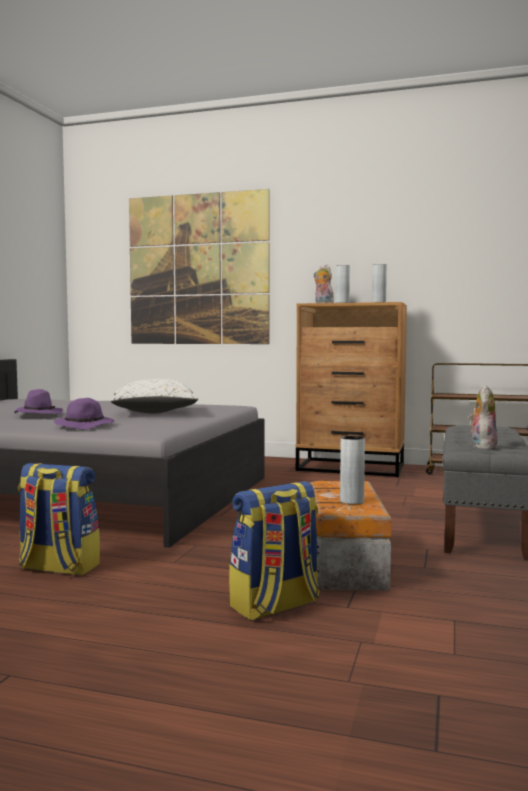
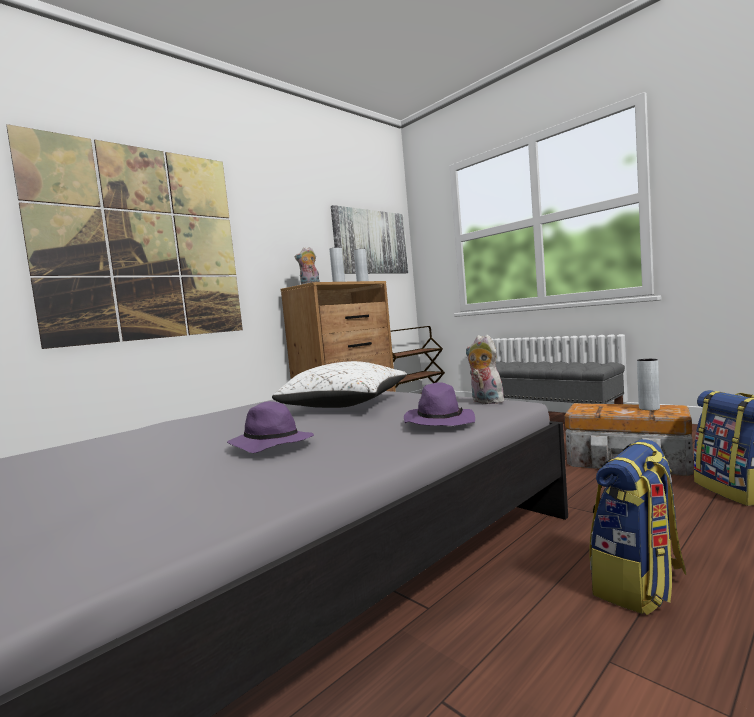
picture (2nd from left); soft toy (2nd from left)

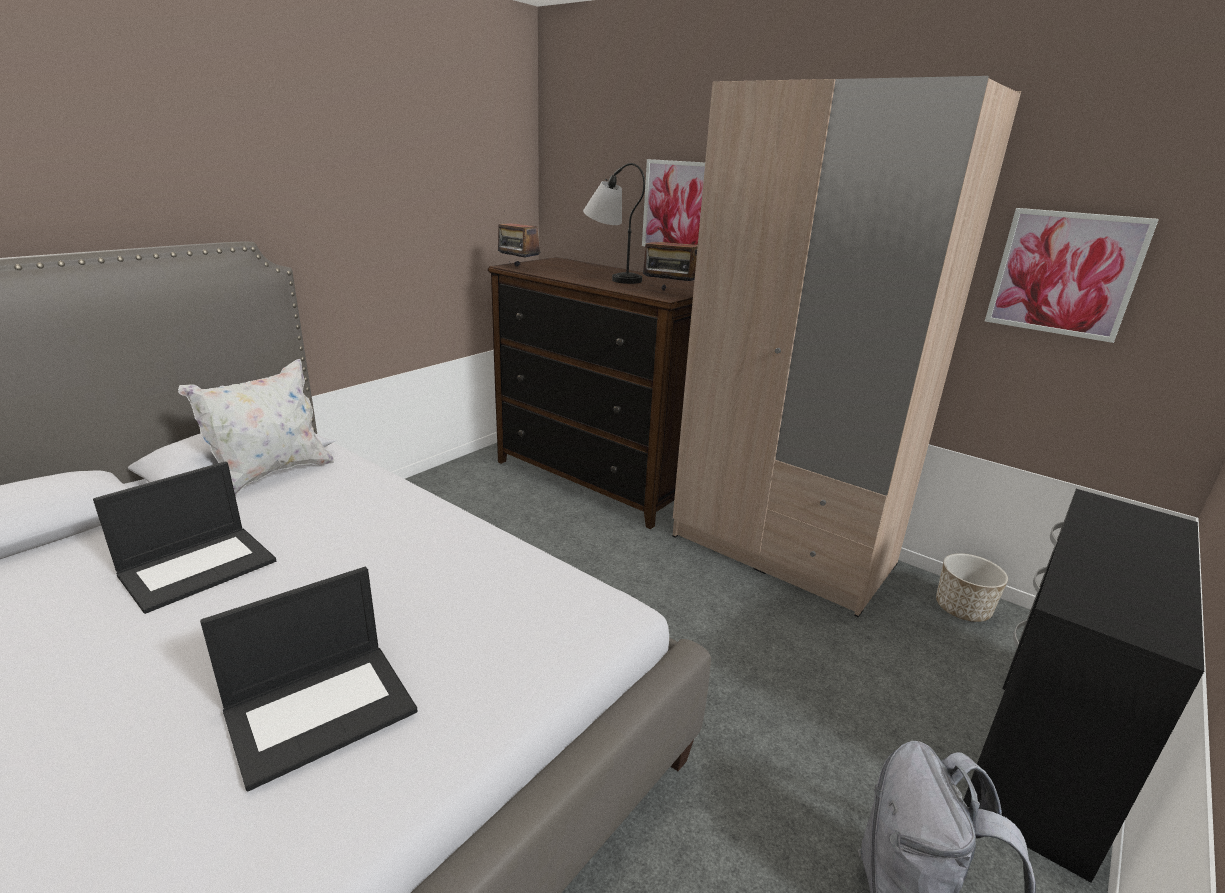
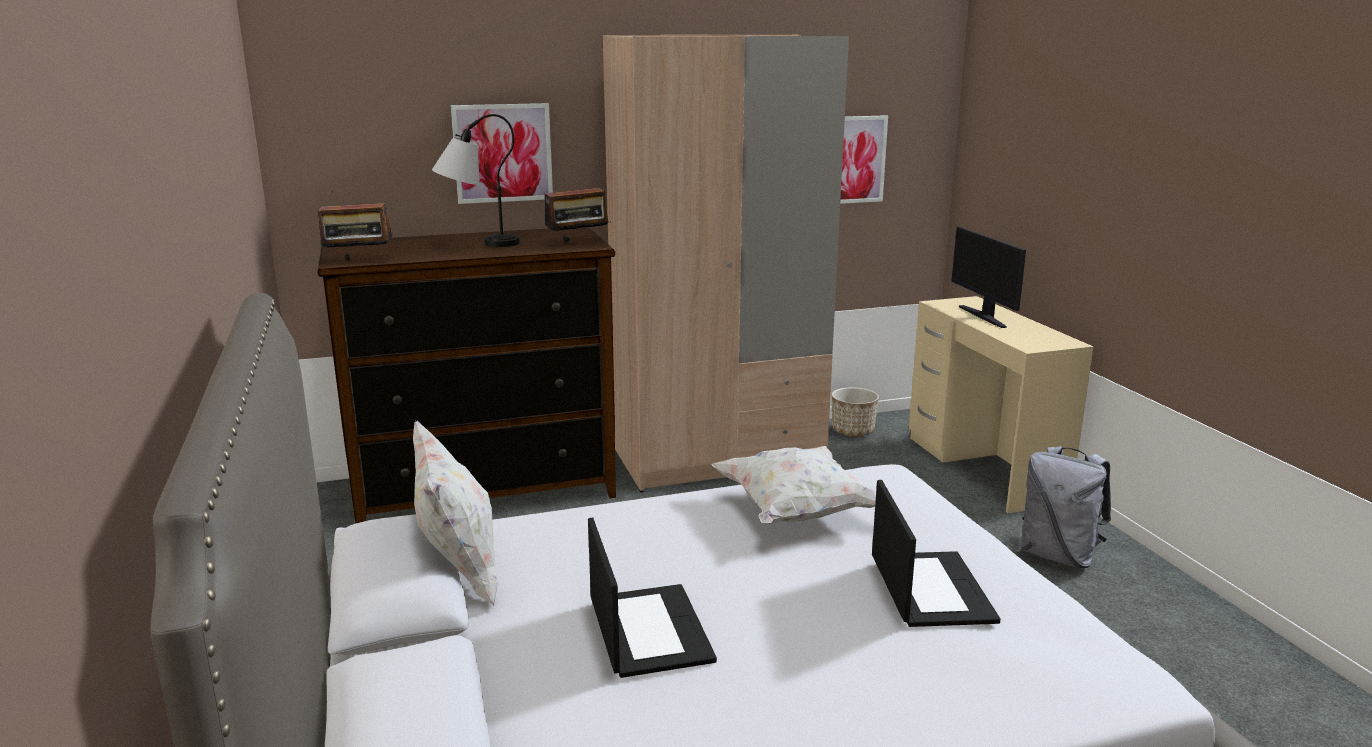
pillow/white (2nd from left); desk unit/beige; computer screen

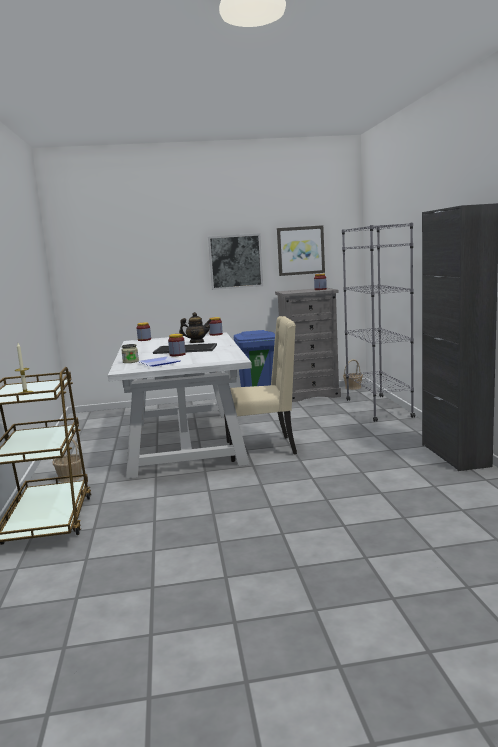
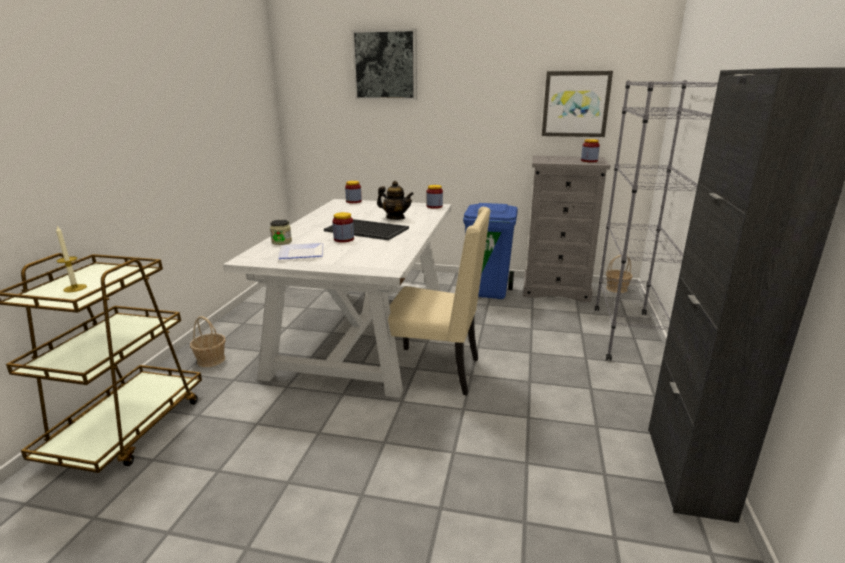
picture (1st from left)

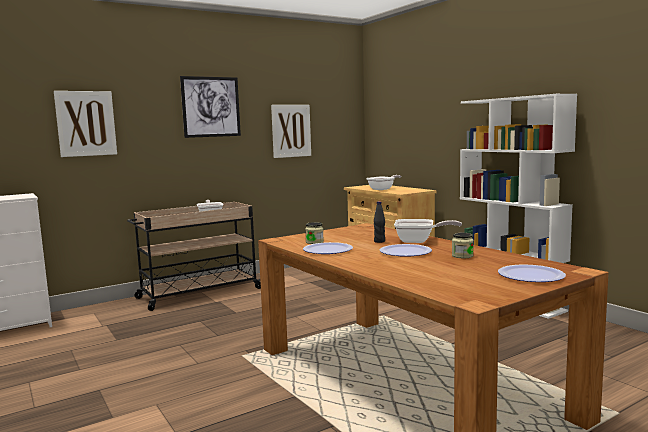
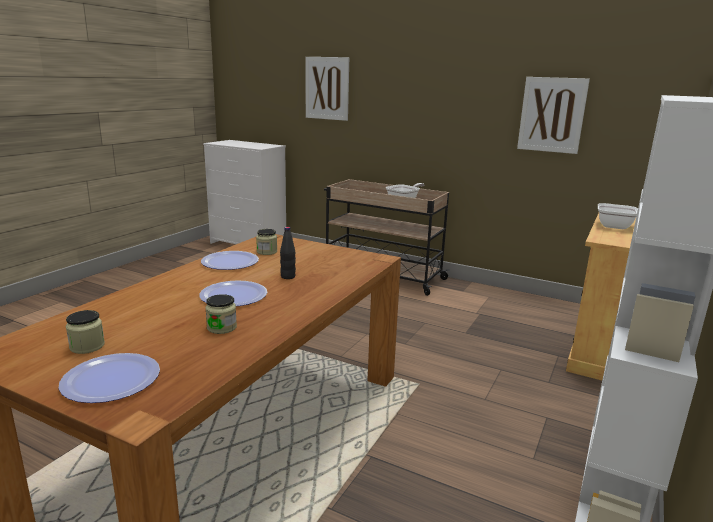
storage jar (1st from left); picture (2nd from left in the first image); frying pan (3rd from left in the first image)

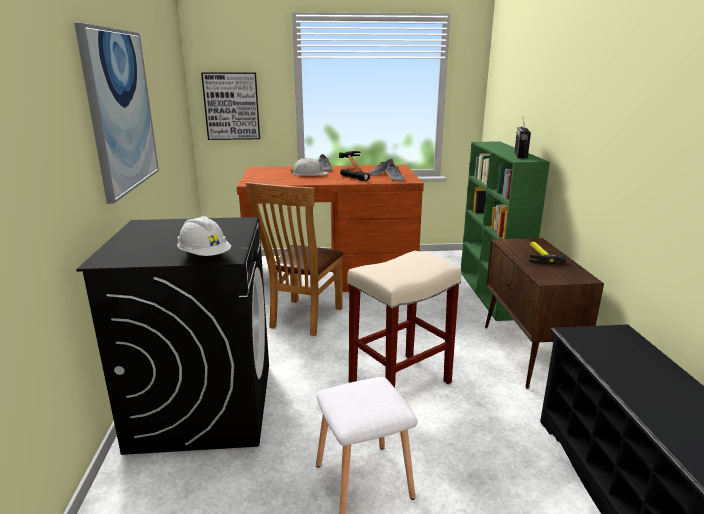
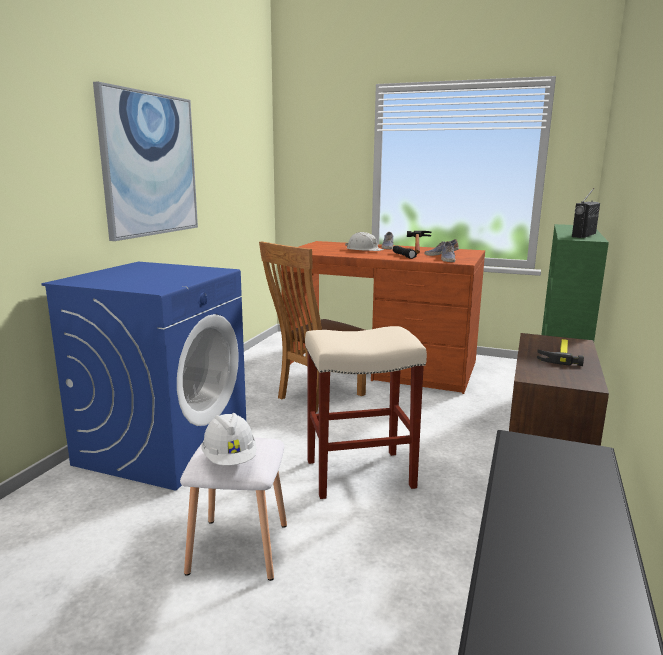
washing machine/blue; safety helmet/white (1st from left); picture (2nd from left in the first image)

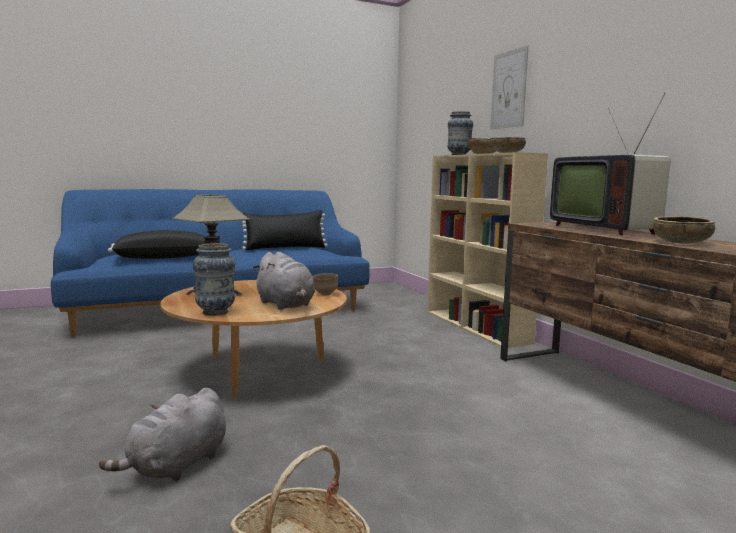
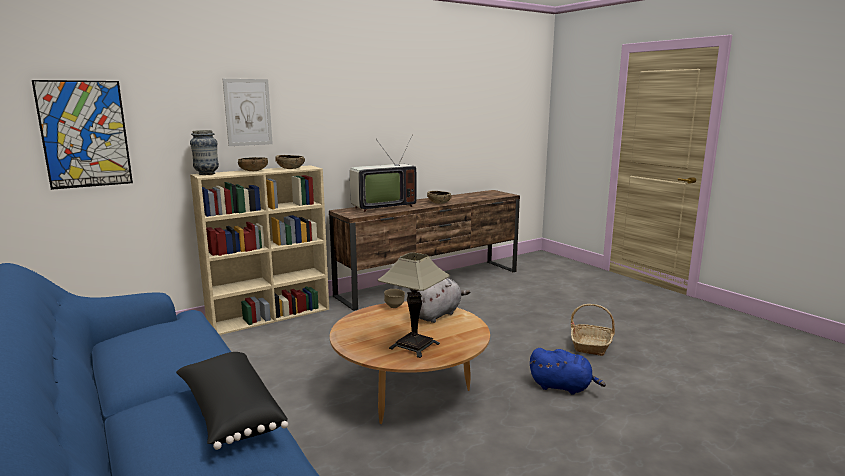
picture (1st from left); soft toy/blue; flower vase (1st from left in the first image); pillow/black-coloured (2nd from left in the first image)

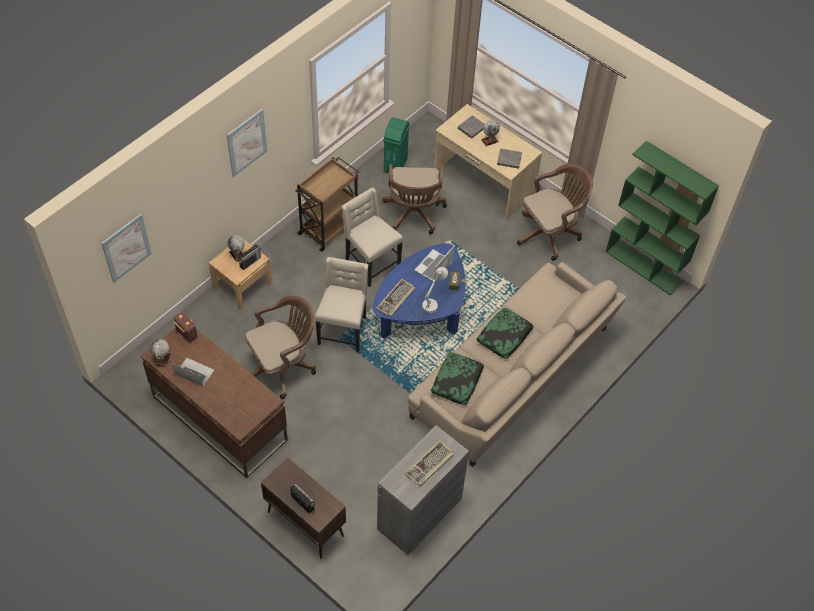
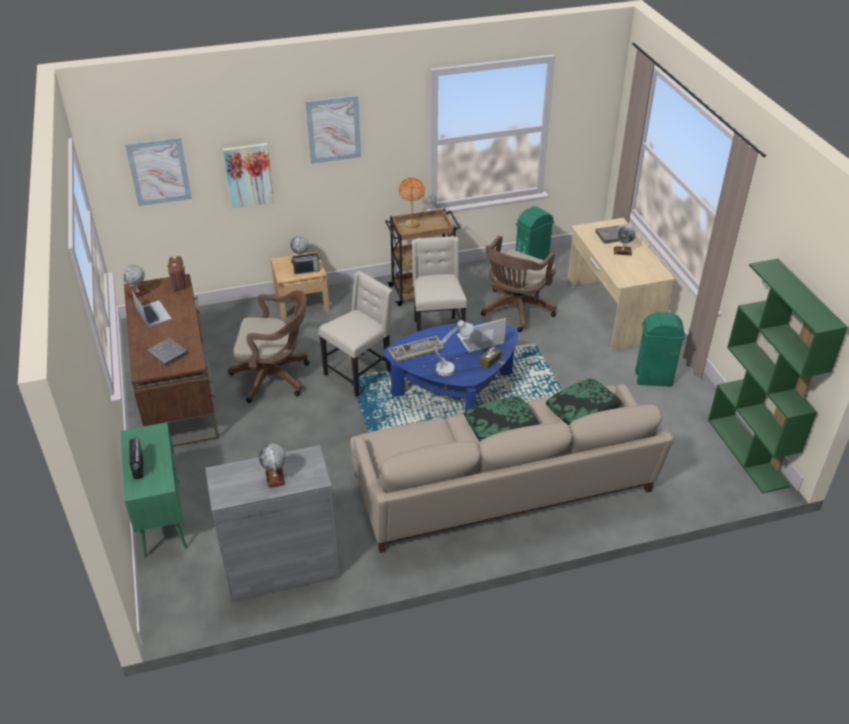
cabinet/green; volume/grey (1st from left); picture (2nd from left); desk globe (2nd from left); lamp for a table/orangey; pillow (2nd from left); rubbish bin/green (2nd from left)

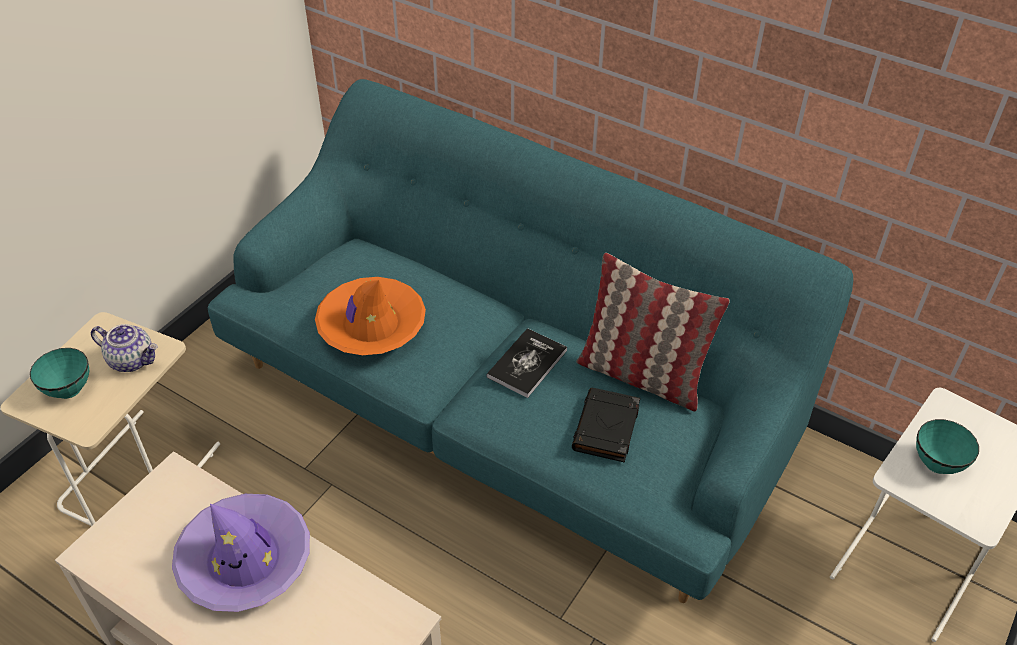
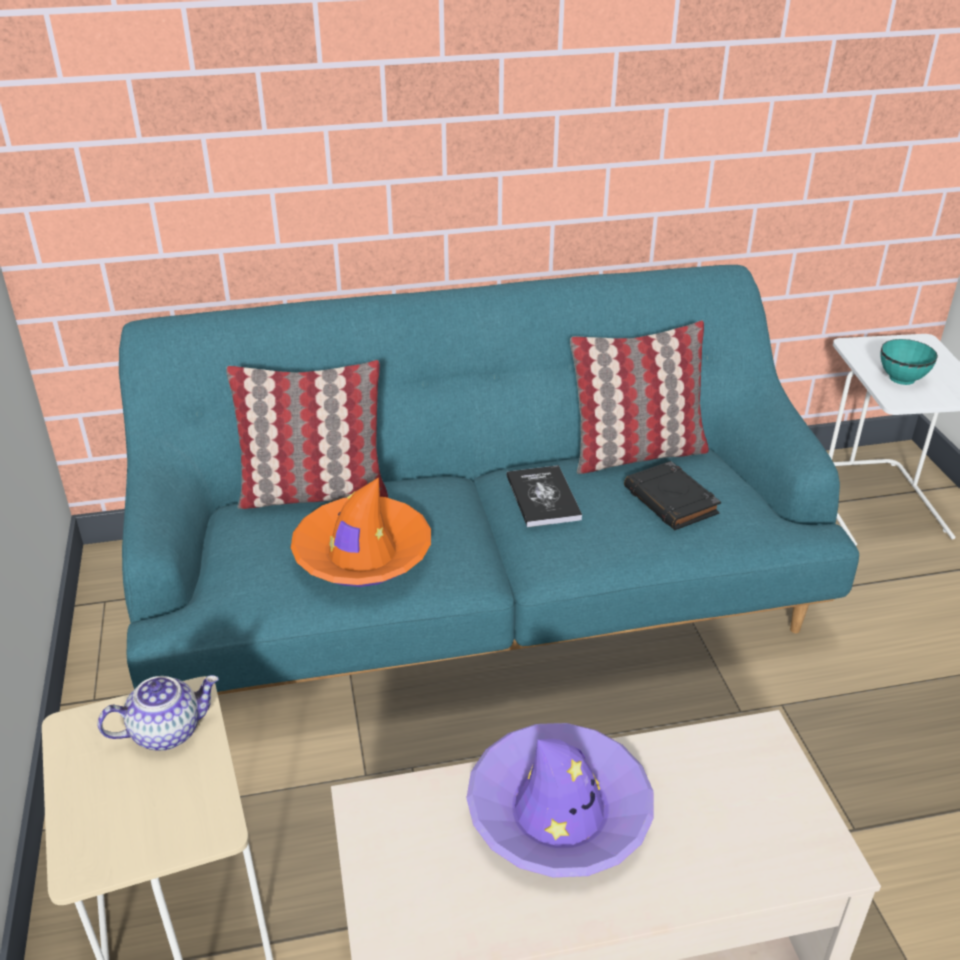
pillow (1st from left); deep dish/blue-green (1st from left in the first image)

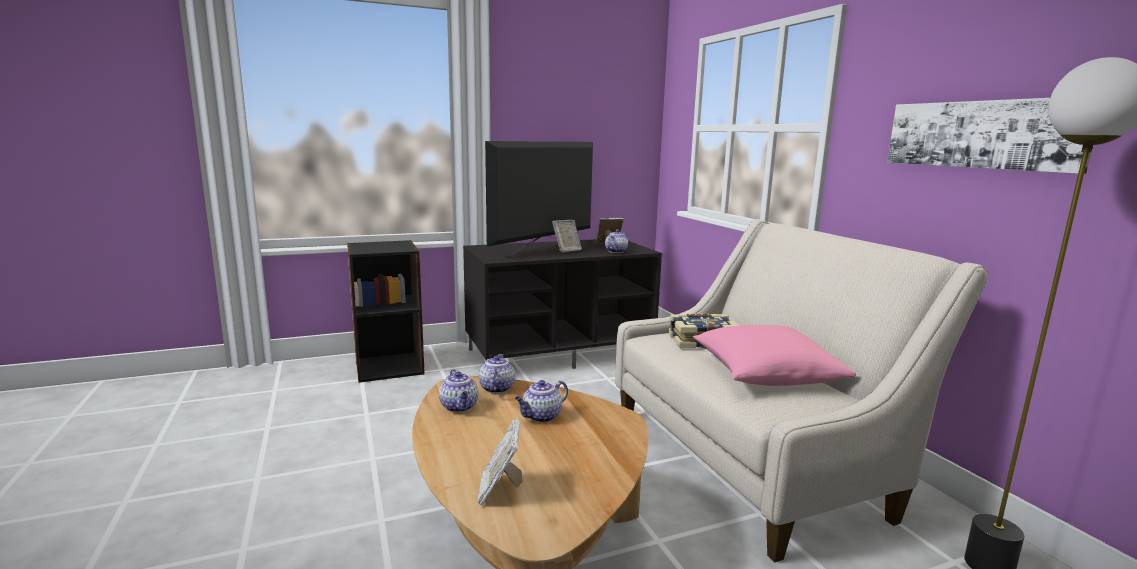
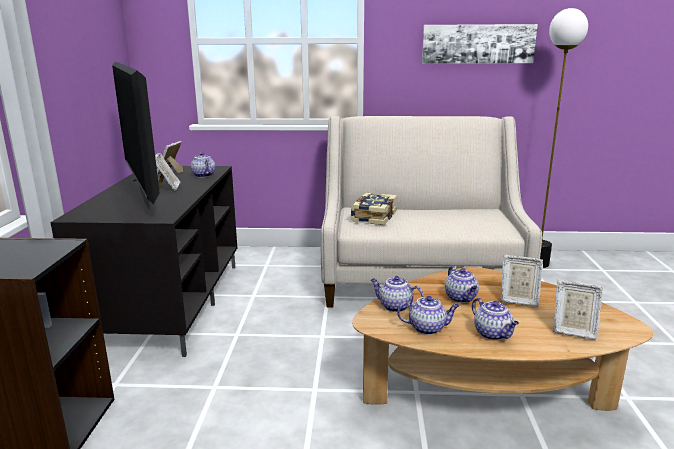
pot for tea (5th from left); standing frame (3rd from left); pillow/pink

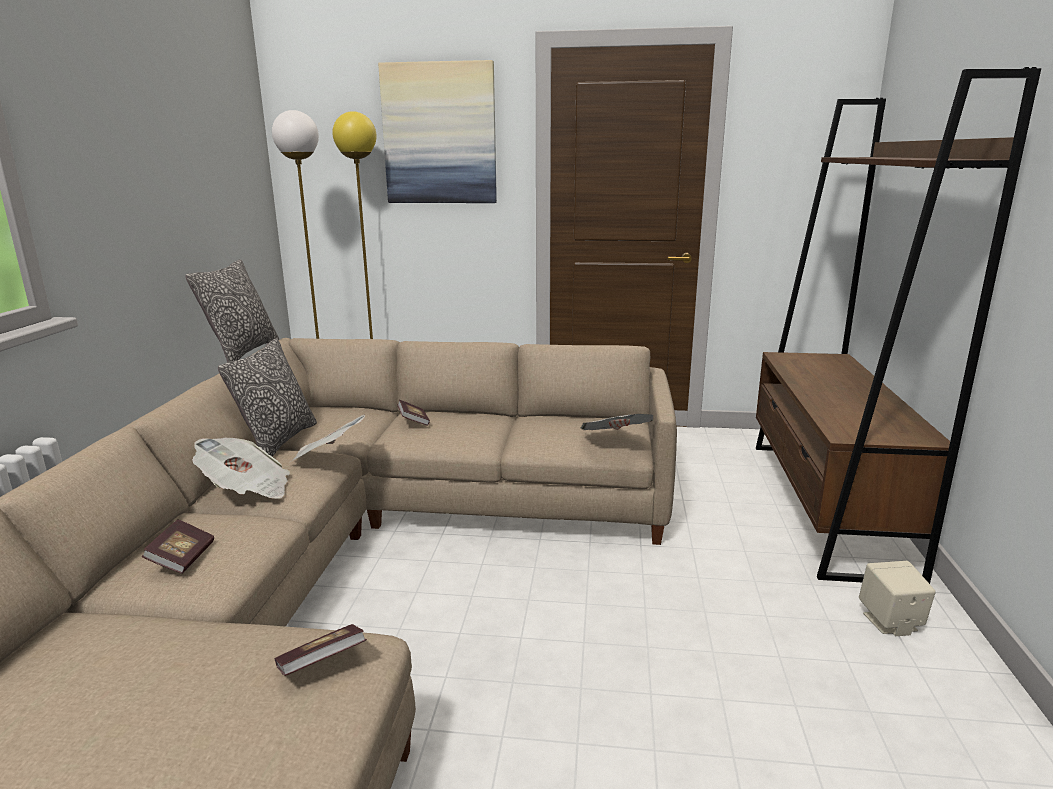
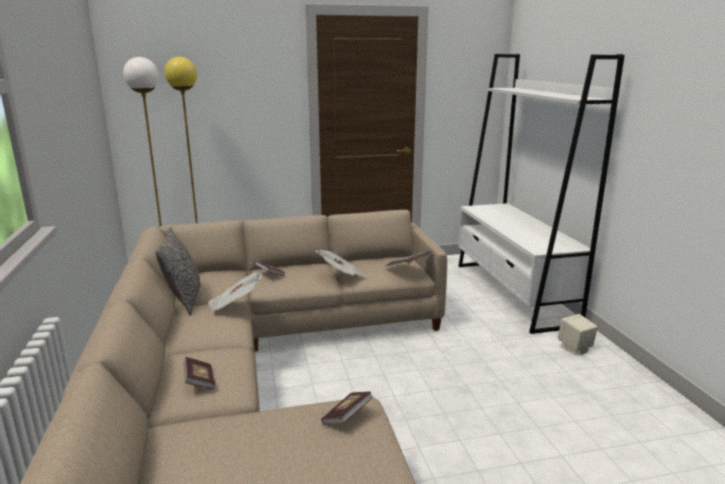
newspaper (2nd from left); bookshelf/white; pillow (1st from left in the first image); picture

